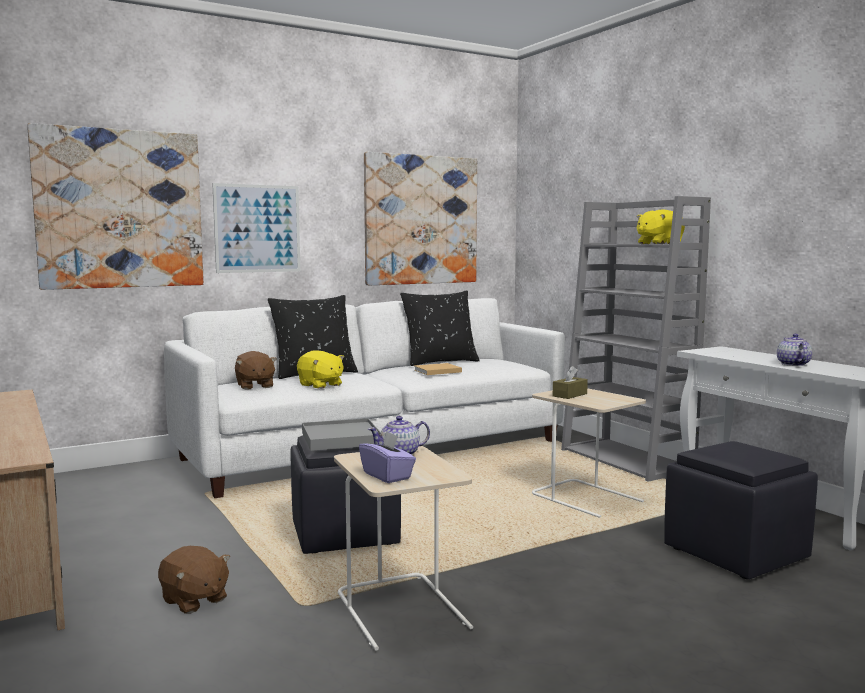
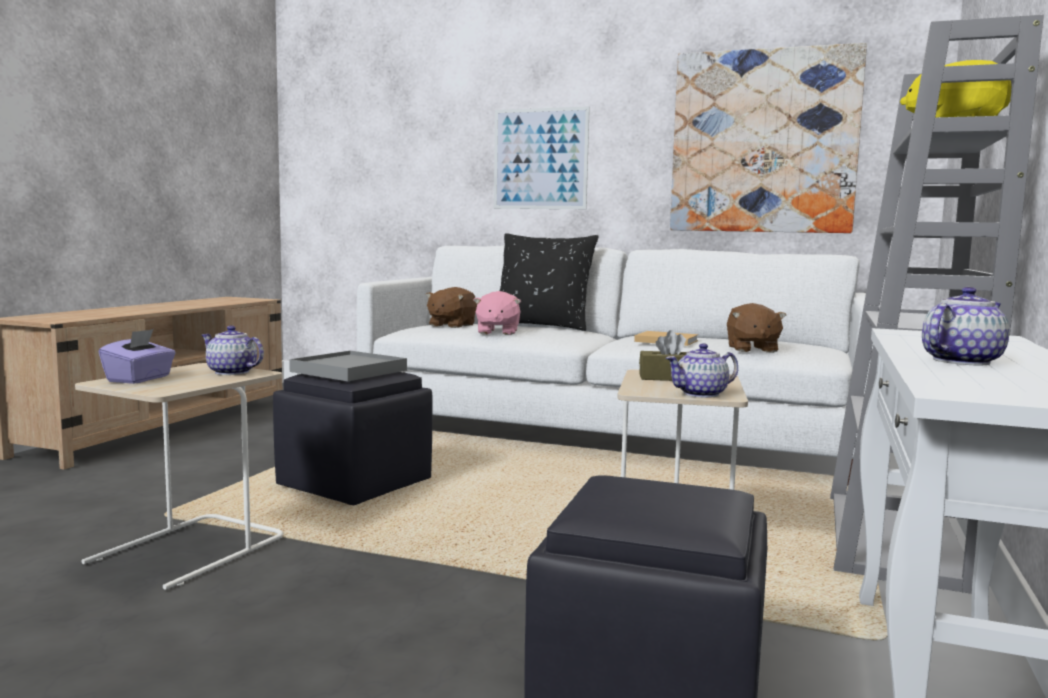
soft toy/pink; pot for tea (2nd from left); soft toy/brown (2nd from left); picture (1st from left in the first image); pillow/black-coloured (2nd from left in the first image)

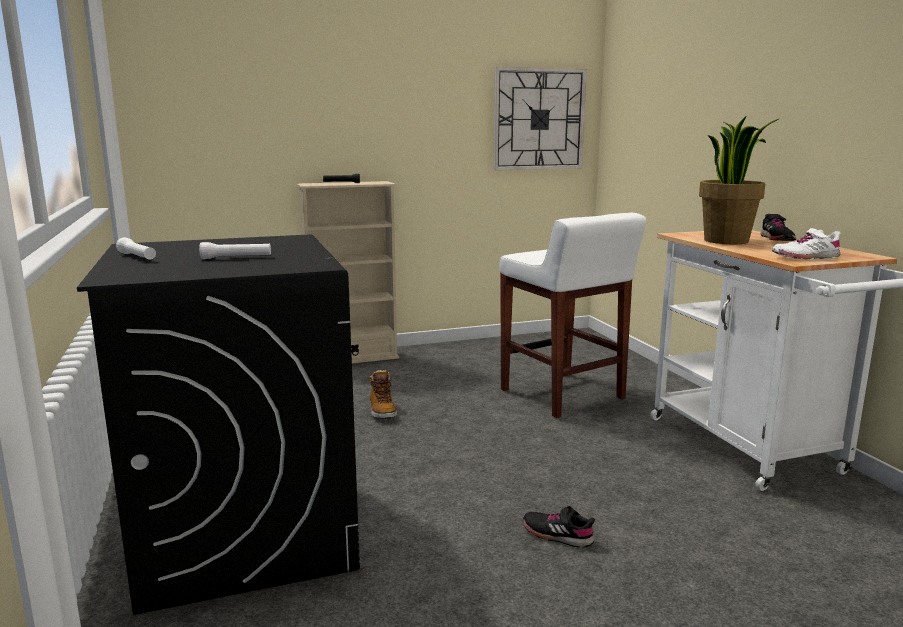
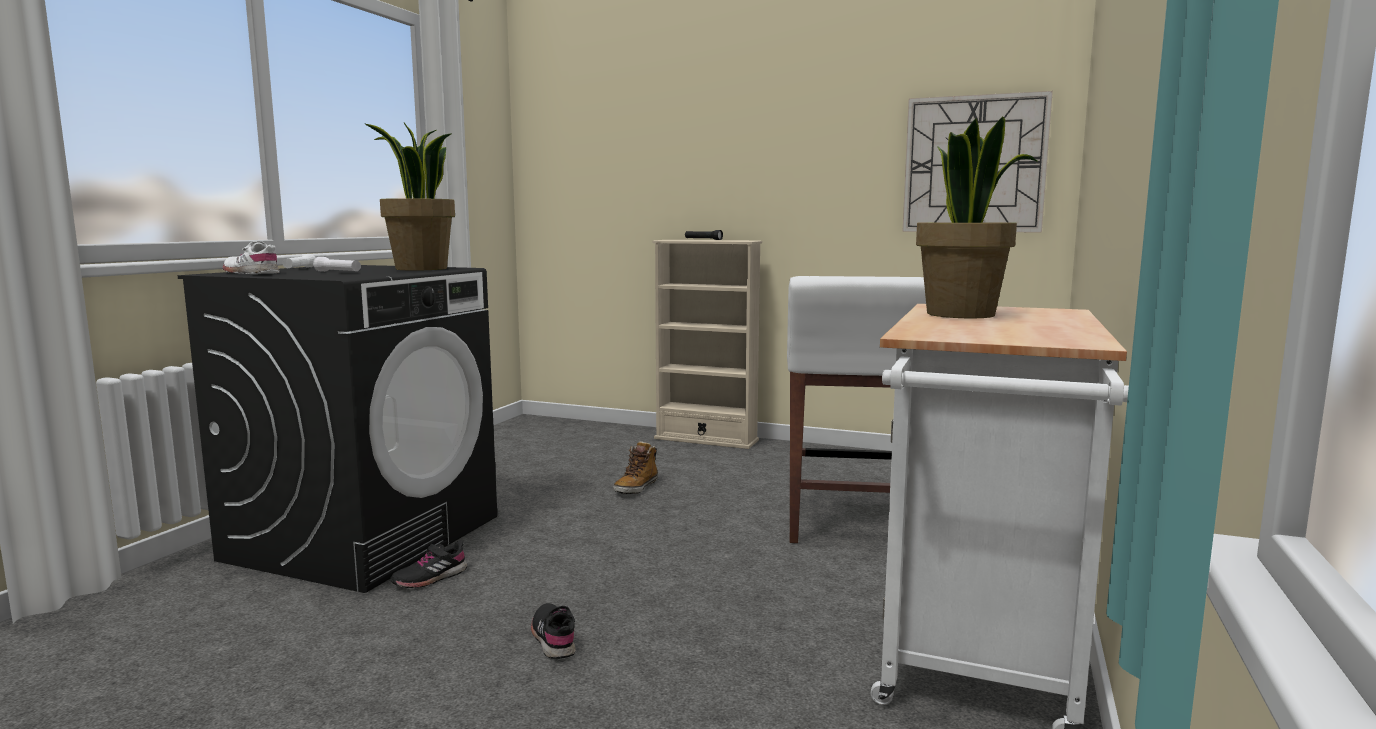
shoe/white; houseplant (1st from left); shoe/black-coloured (1st from left)

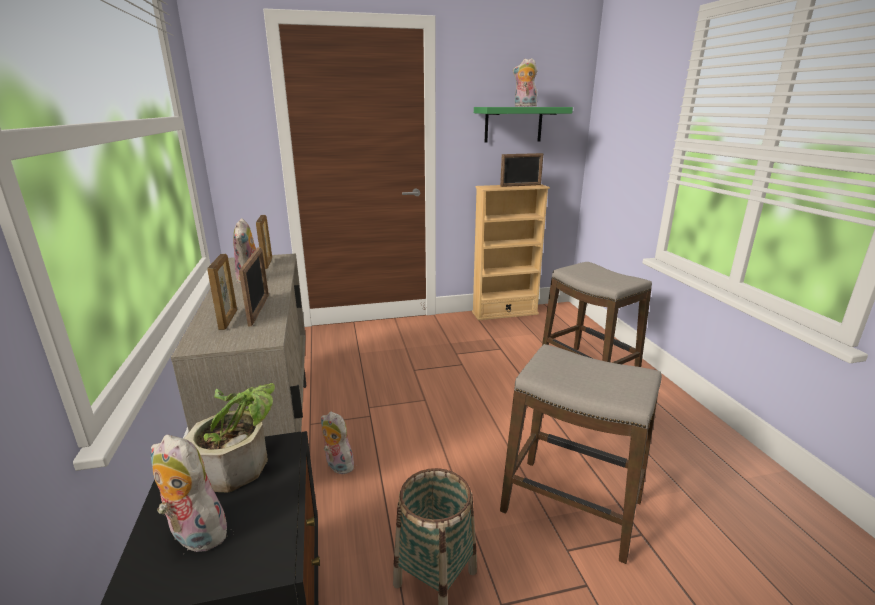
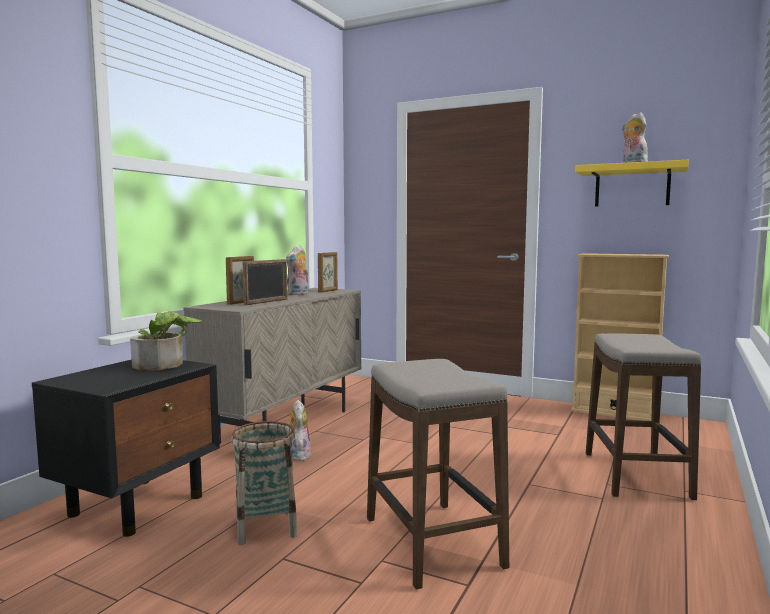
bracket shelf/yellowish; soft toy (1st from left in the first image); standing frame (4th from left in the first image)

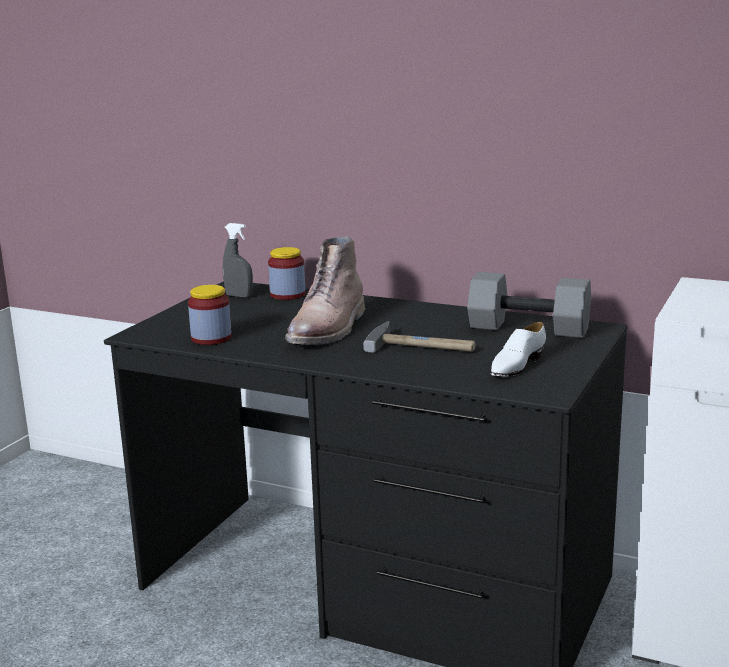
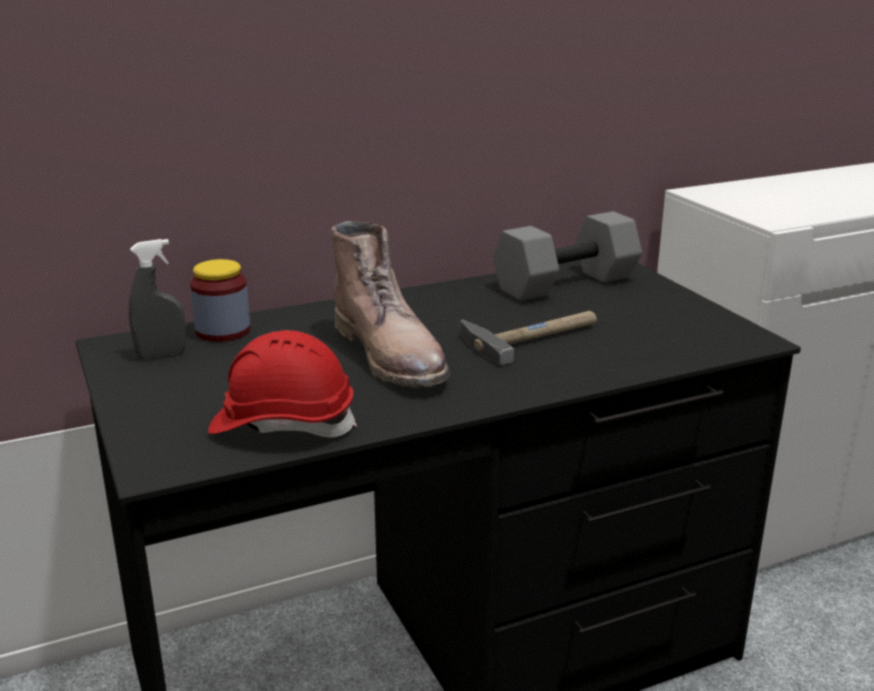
safety helmet/red; shoe/white

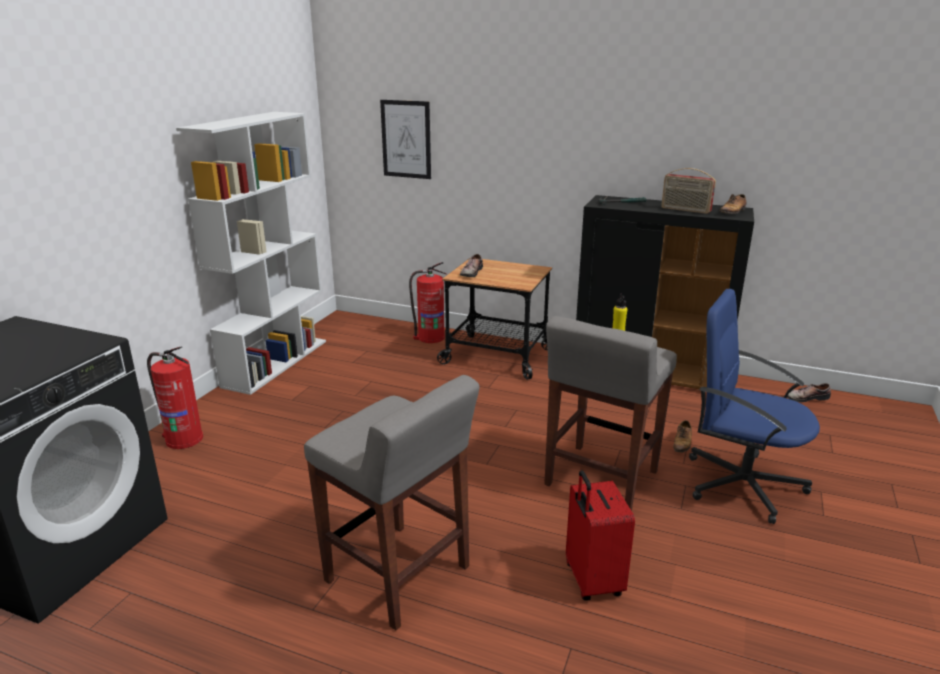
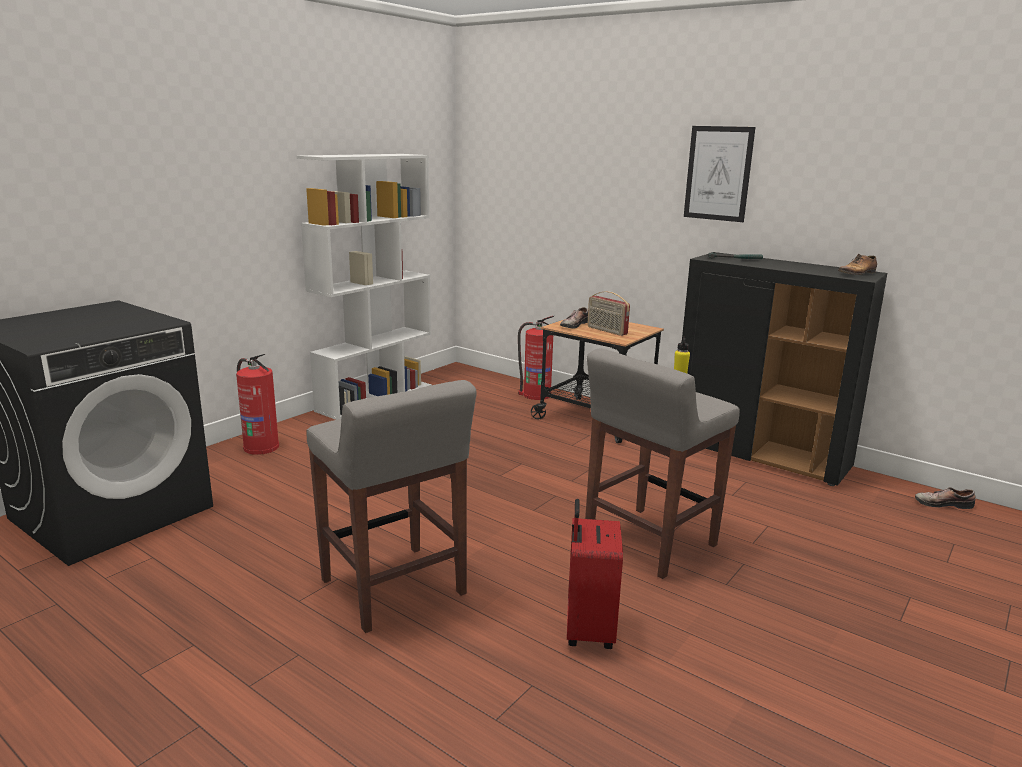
radio receiver; picture; shoe (2nd from left in the first image); office chair/blue

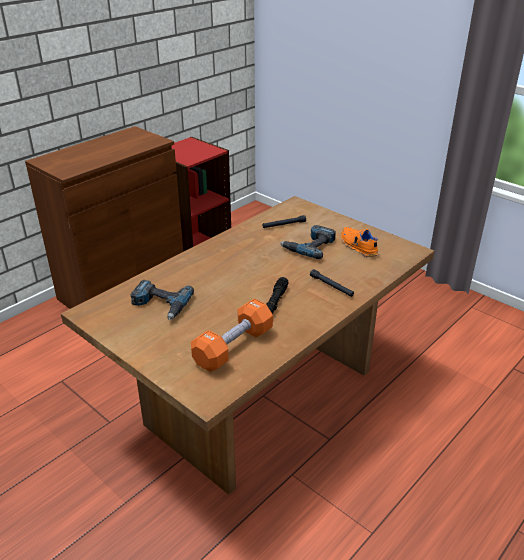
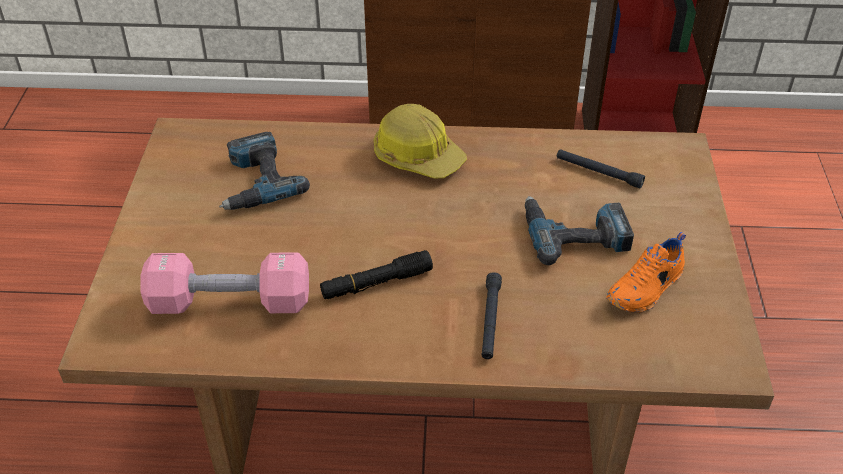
dumbbell/pink; safety helmet; shoe/orangey

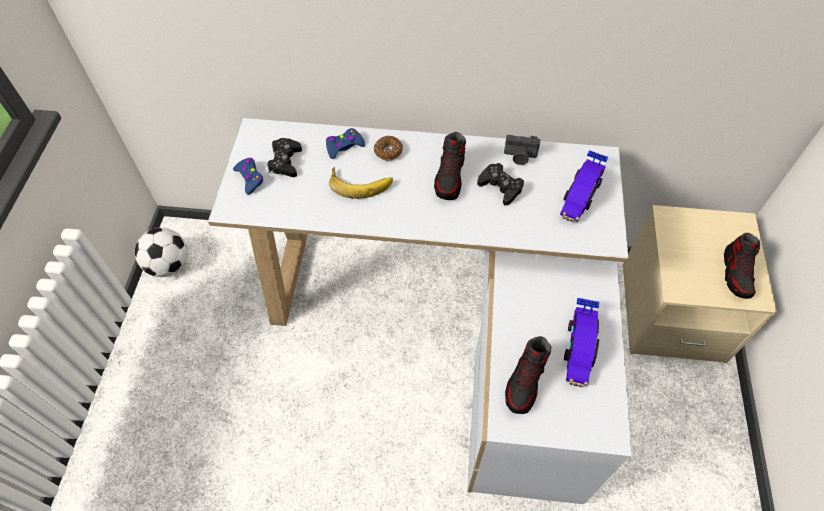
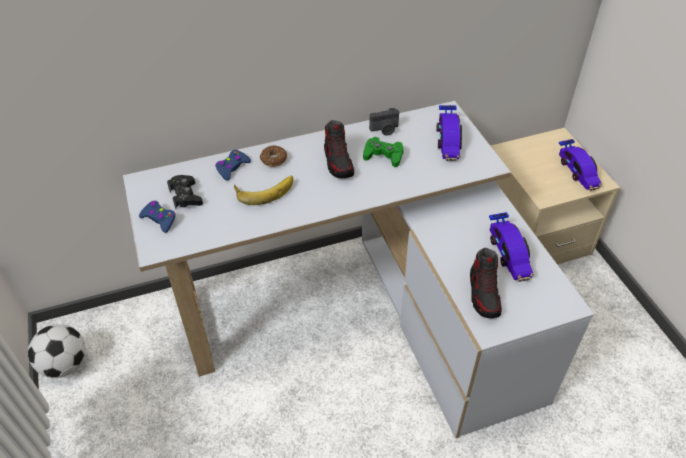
joypad/green; model car (3rd from left)

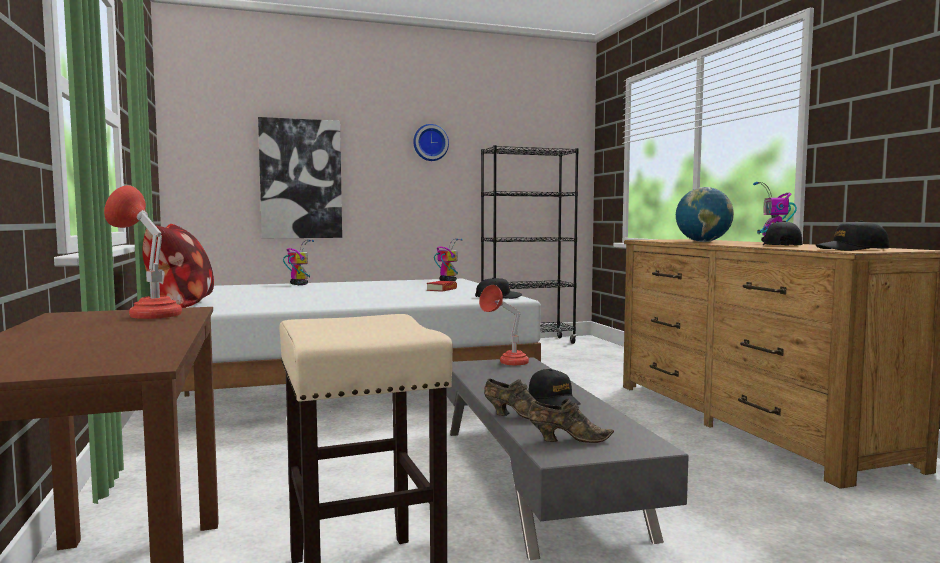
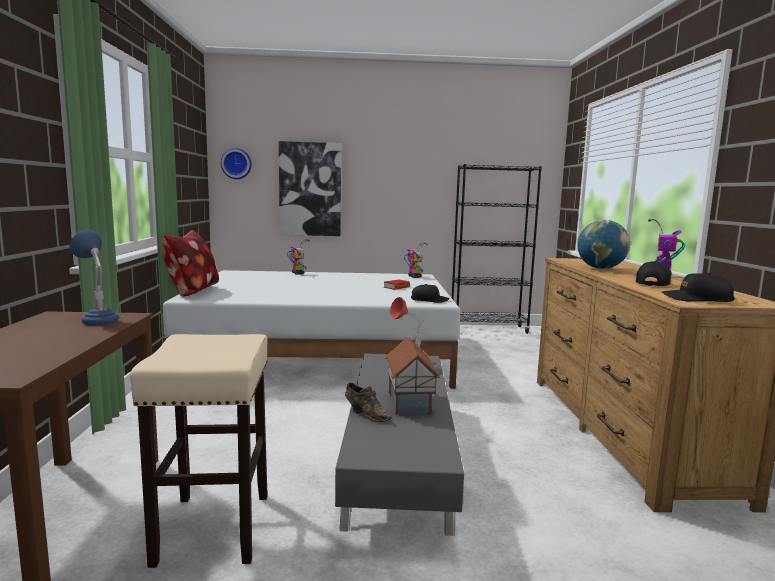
lamp for a table/blue; hanging clock; toy house; shoe/brown (2nd from left in the first image)

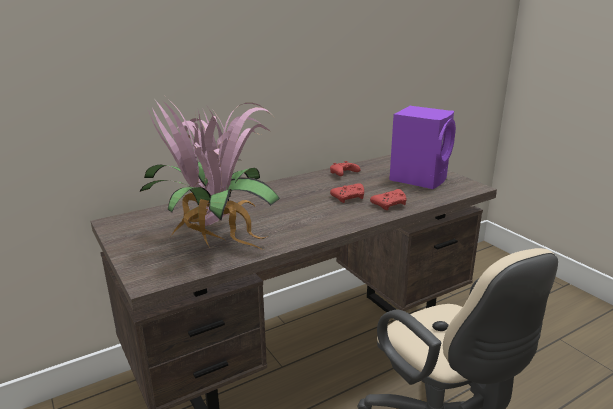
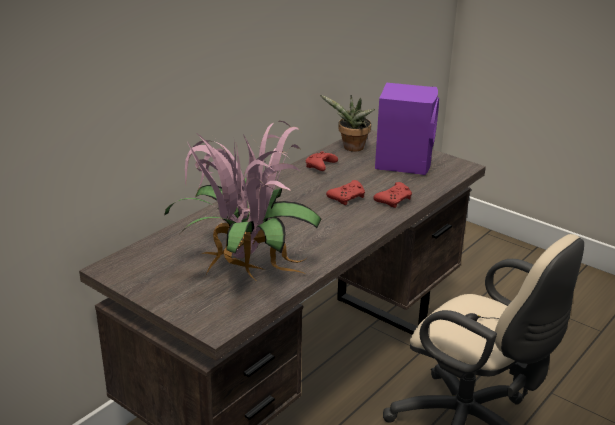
houseplant (2nd from left)

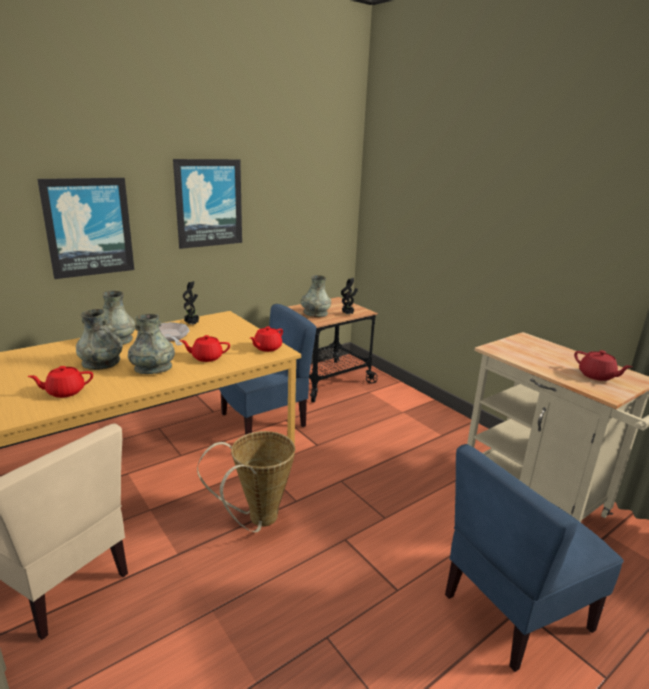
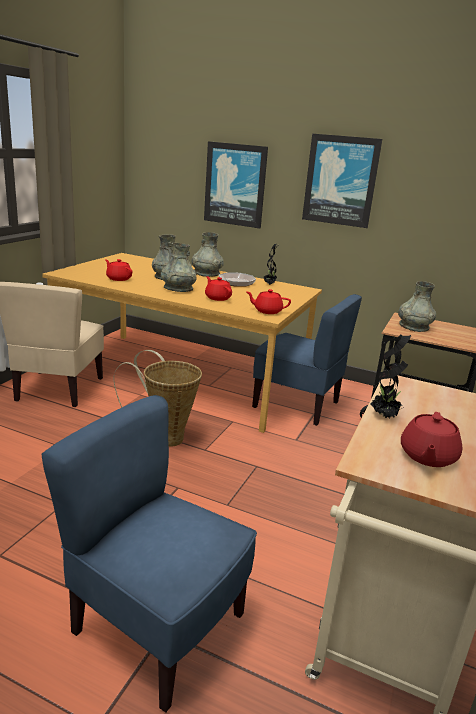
houseplant (2nd from left)

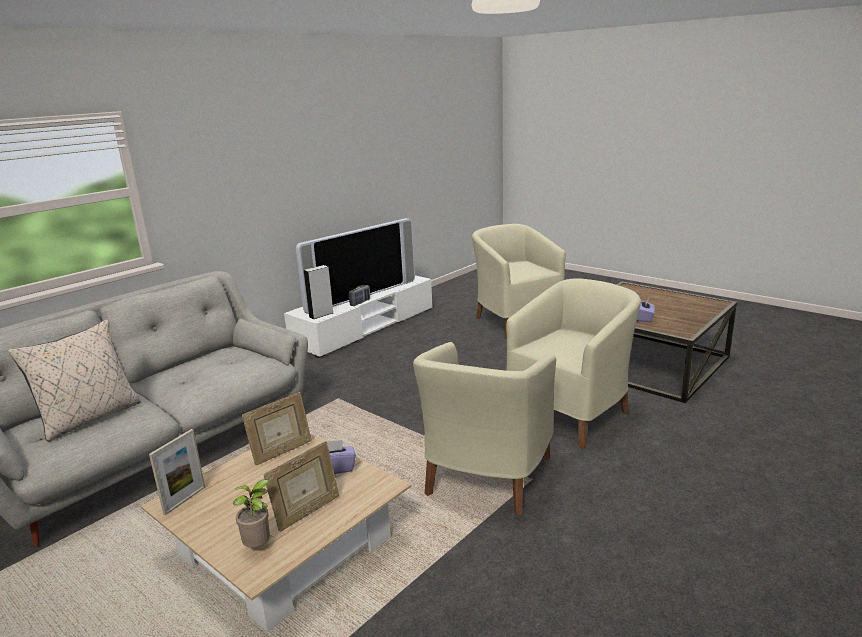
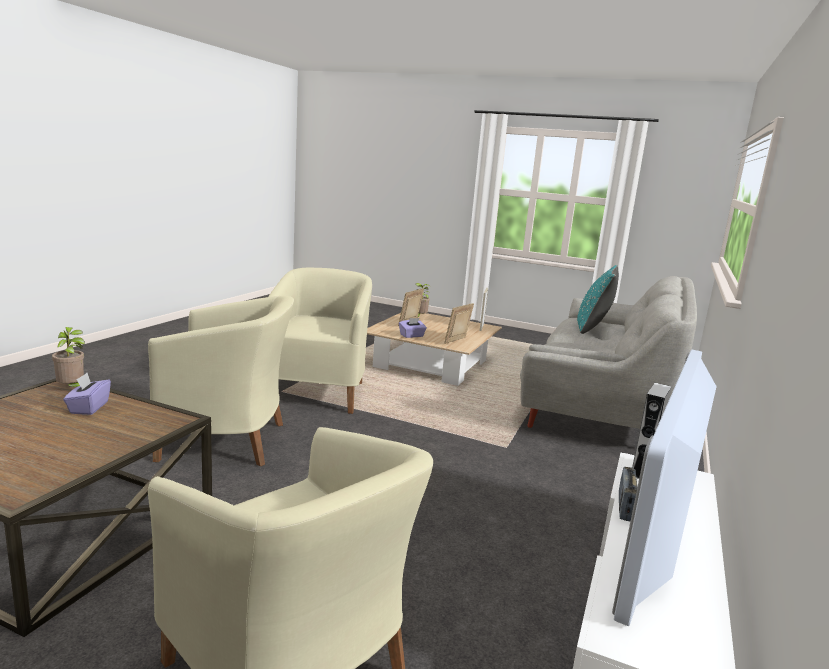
houseplant (1st from left); easy chair/beige (1st from left); pillow/blue-green

